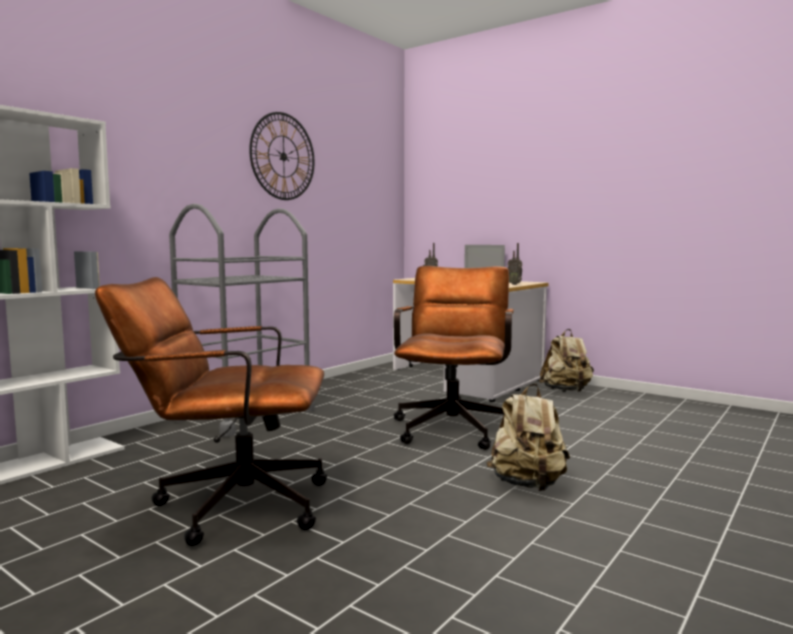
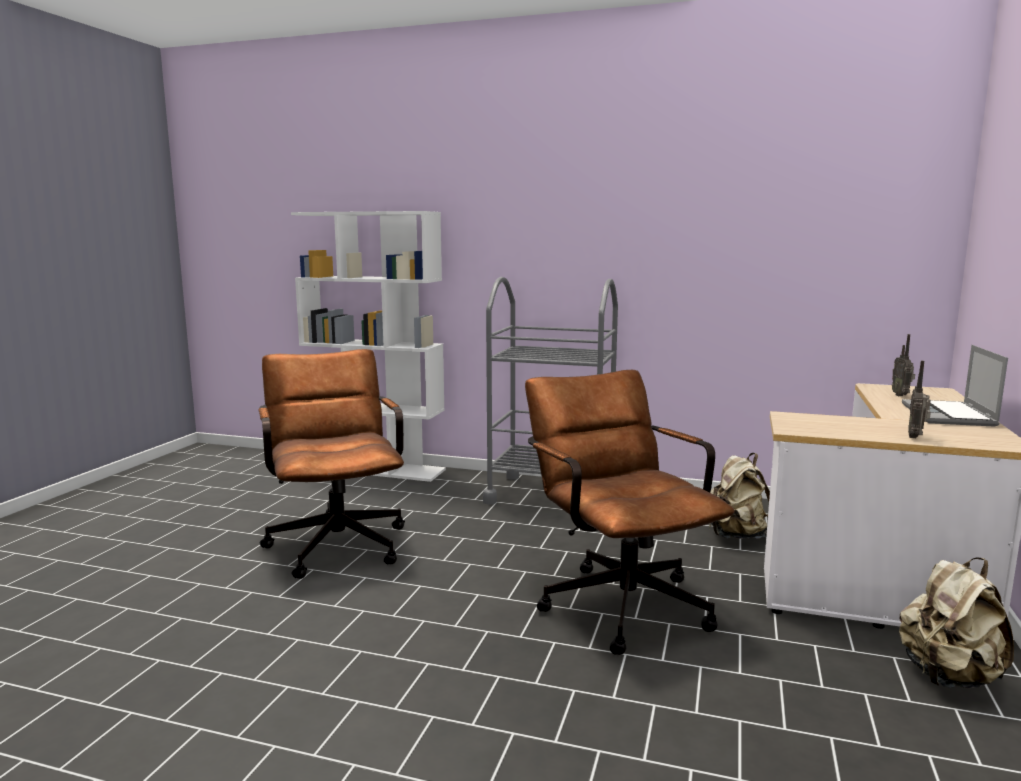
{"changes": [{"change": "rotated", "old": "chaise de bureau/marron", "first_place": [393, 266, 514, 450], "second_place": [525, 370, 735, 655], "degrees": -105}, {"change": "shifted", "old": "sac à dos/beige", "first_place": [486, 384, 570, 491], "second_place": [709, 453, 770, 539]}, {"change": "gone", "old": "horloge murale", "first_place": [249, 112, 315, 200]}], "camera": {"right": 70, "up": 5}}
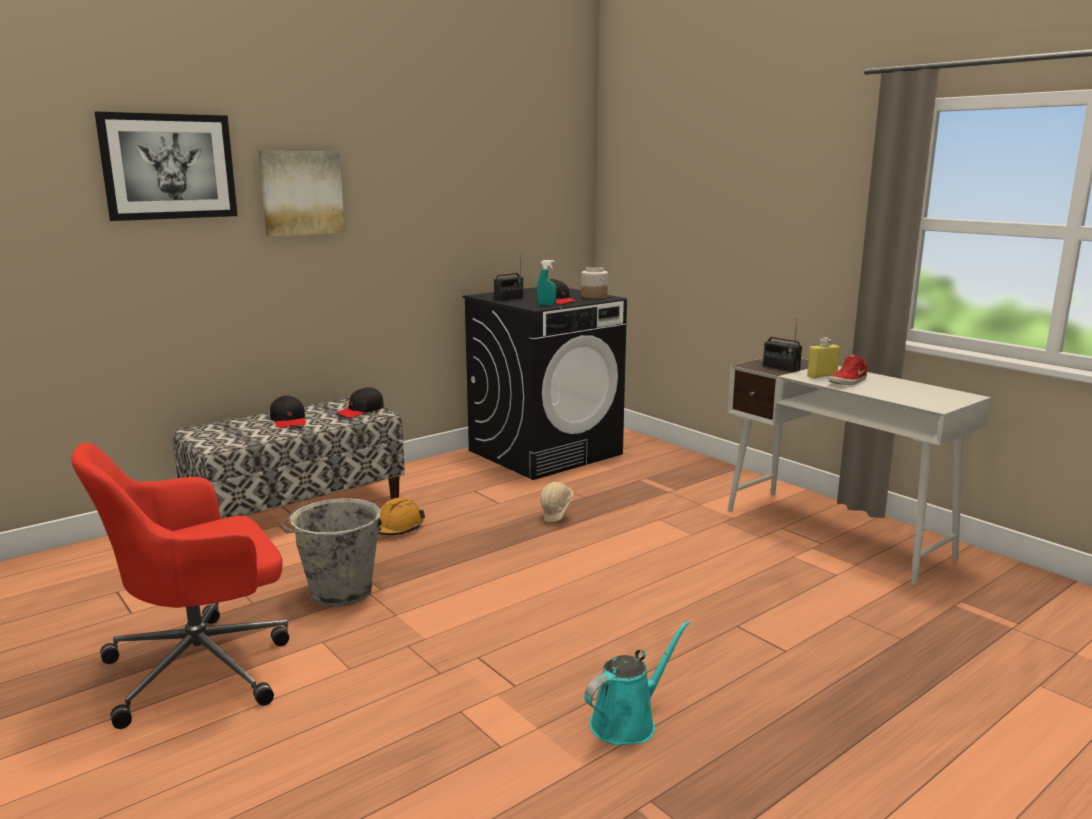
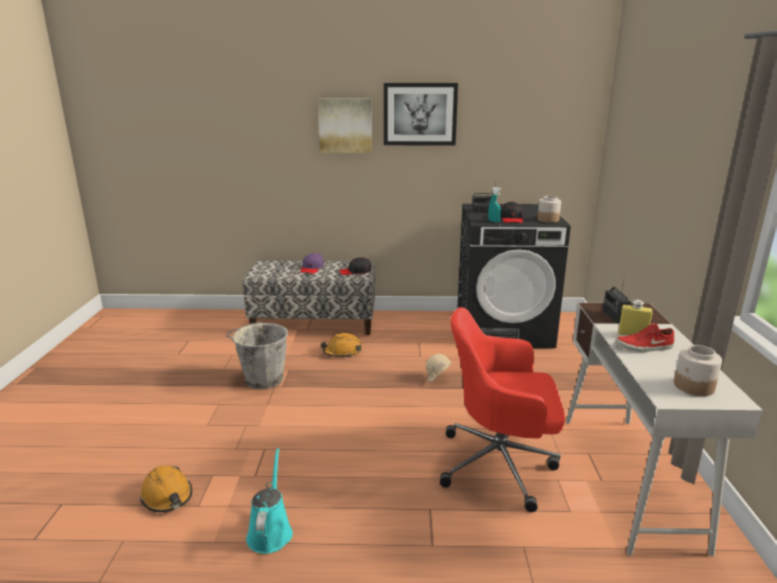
{"changes": [{"change": "new", "new": "casque de chantier/orange", "second_place": [140, 465, 192, 512]}, {"change": "rotated", "old": "arrosoir/turquoise", "first_place": [584, 621, 690, 745], "second_place": [246, 448, 293, 554], "degrees": -90}, {"change": "repainted", "old": "casquette/noir", "new": "casquette/violet", "first_place": [270, 395, 306, 428], "second_place": [300, 253, 324, 274]}, {"change": "shifted", "old": "tableau", "first_place": [95, 112, 238, 221], "second_place": [384, 83, 458, 146]}, {"change": "shifted", "old": "chaise de bureau/rouge", "first_place": [72, 443, 289, 729], "second_place": [440, 307, 565, 512]}, {"change": "new", "new": "bocal", "second_place": [674, 345, 722, 396]}], "camera": {"right": 40, "up": 5}}
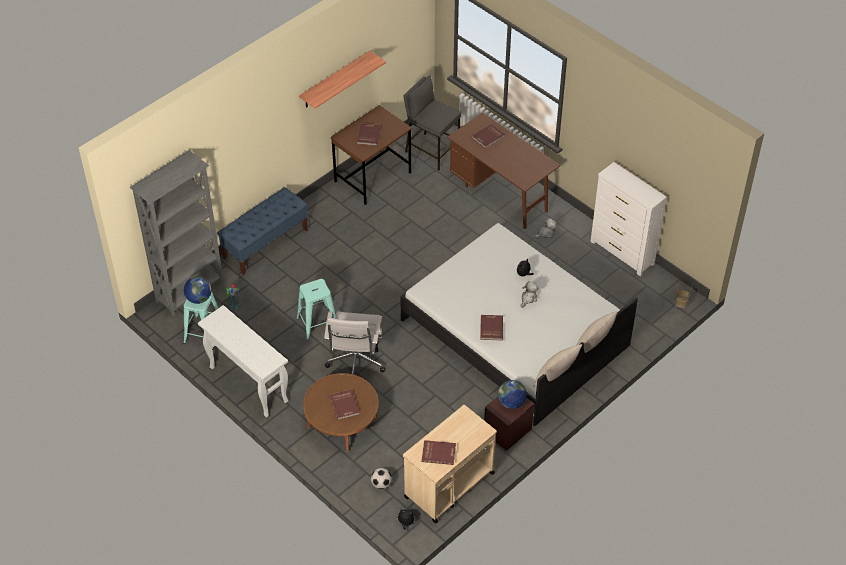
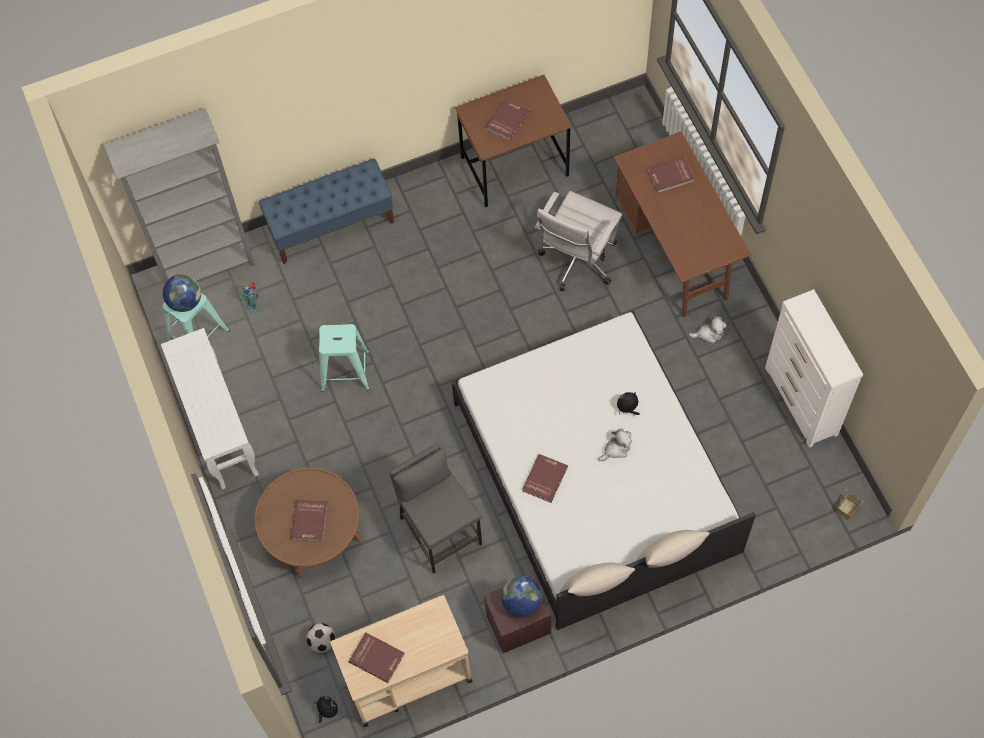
{"changes": [{"change": "shifted", "old": "tabouret/gris", "first_place": [404, 75, 462, 170], "second_place": [389, 443, 482, 573]}, {"change": "shifted", "old": "chaise de bureau/blanc", "first_place": [324, 311, 386, 375], "second_place": [535, 191, 622, 291]}, {"change": "gone", "old": "étagère", "first_place": [299, 51, 386, 109]}], "camera": {"right": 25, "up": 15}}
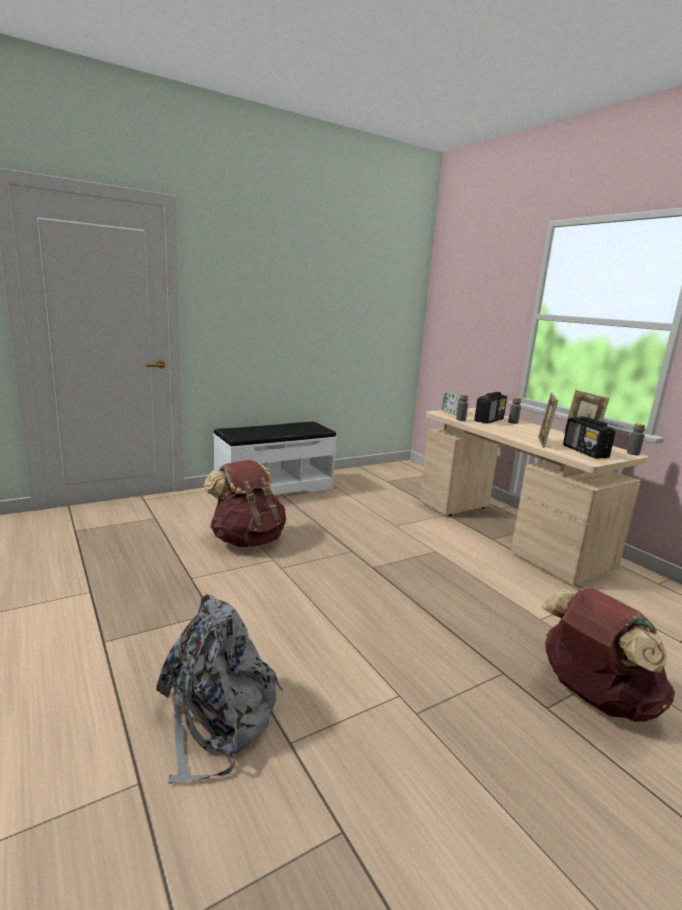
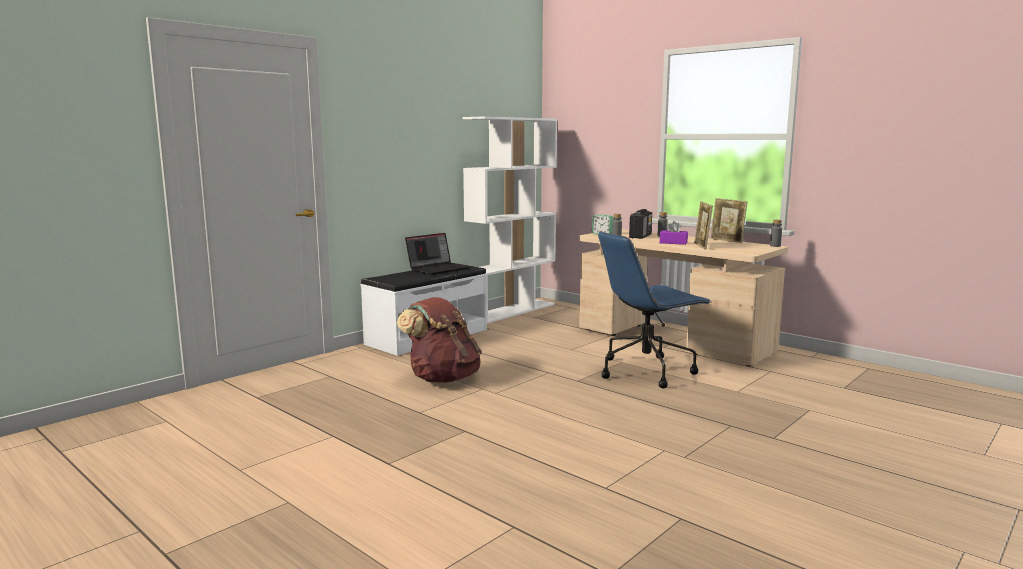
{"changes": [{"change": "new", "new": "ordinateur portable", "second_place": [405, 233, 469, 275]}, {"change": "new", "new": "bibliothèque/blanc", "second_place": [462, 116, 557, 323]}, {"change": "new", "new": "chaise de bureau/bleu", "second_place": [598, 231, 711, 389]}, {"change": "new", "new": "boîte à mouchoirs/violet", "second_place": [660, 221, 688, 245]}, {"change": "gone", "old": "sac à dos/gris", "first_place": [156, 594, 284, 784]}, {"change": "gone", "old": "sac à dos/marron", "first_place": [541, 587, 675, 722]}, {"change": "gone", "old": "radio", "first_place": [563, 416, 616, 459]}], "camera": {"right": -15, "up": -5}}
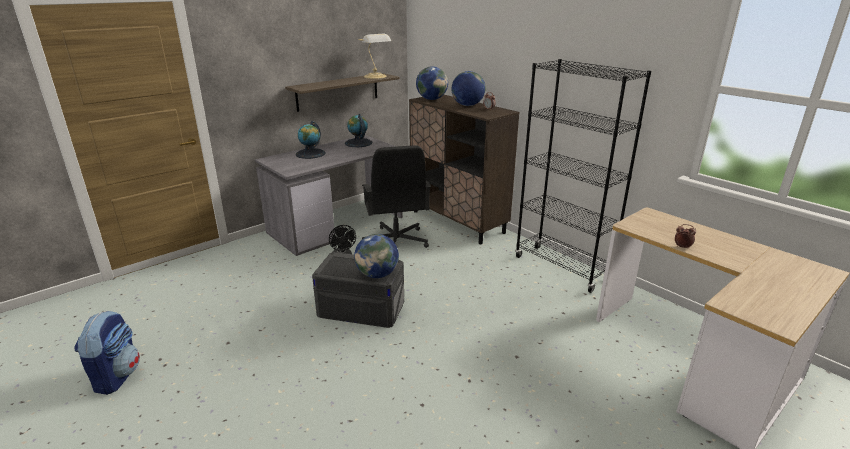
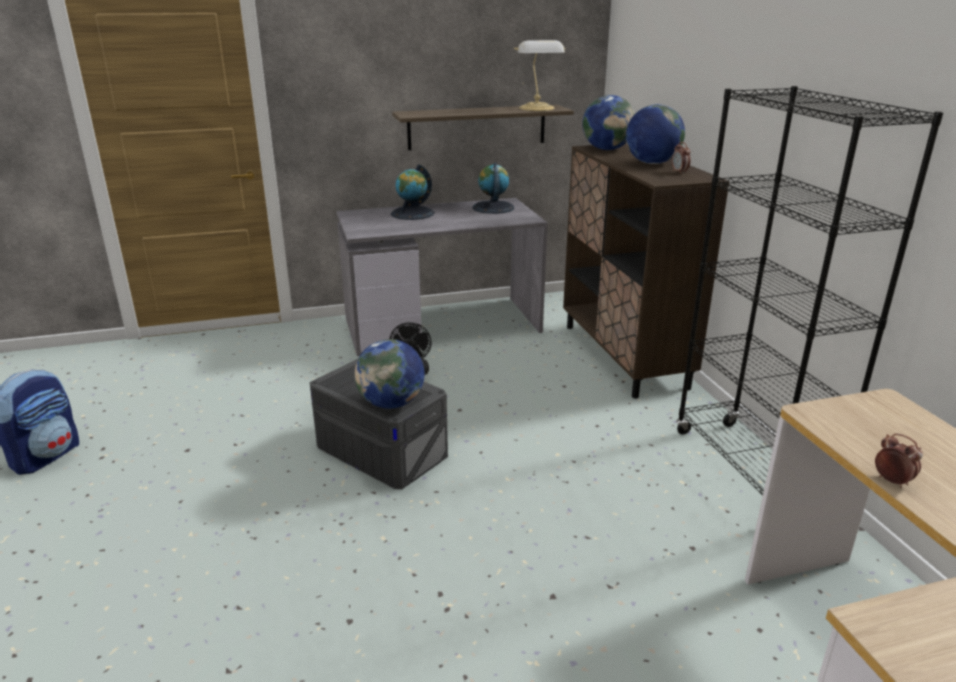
{"changes": [{"change": "gone", "old": "chaise de bureau/noir", "first_place": [362, 145, 431, 248]}], "camera": {"right": 25, "up": 0}}
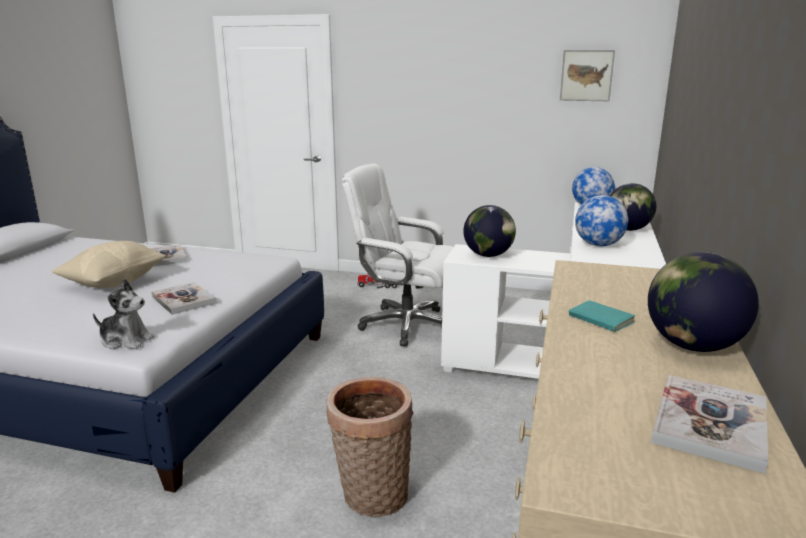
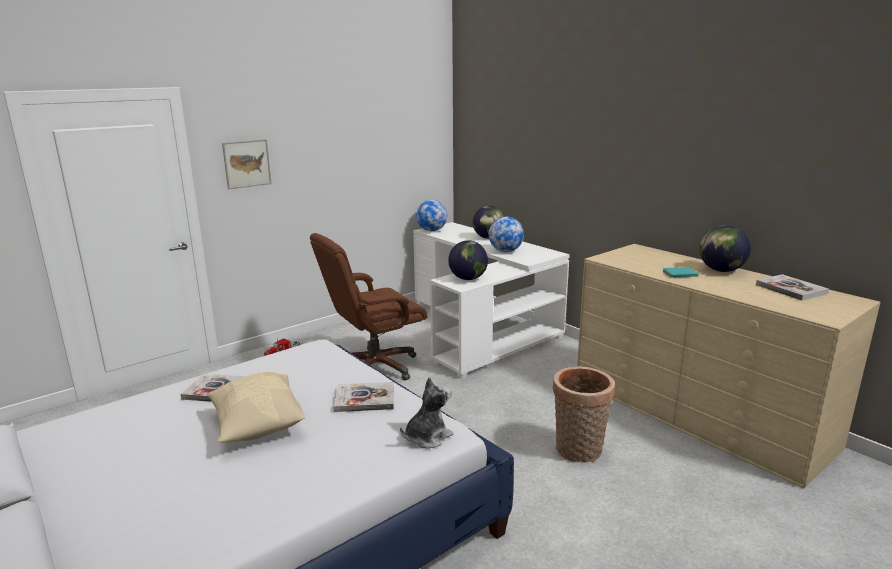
{"changes": [{"change": "shifted", "old": "tableau", "first_place": [560, 50, 615, 101], "second_place": [222, 139, 272, 189]}, {"change": "repainted", "old": "chaise de bureau/blanc", "new": "chaise de bureau/marron", "first_place": [342, 163, 454, 346], "second_place": [310, 233, 428, 380]}], "camera": {"right": -55, "up": 0}}
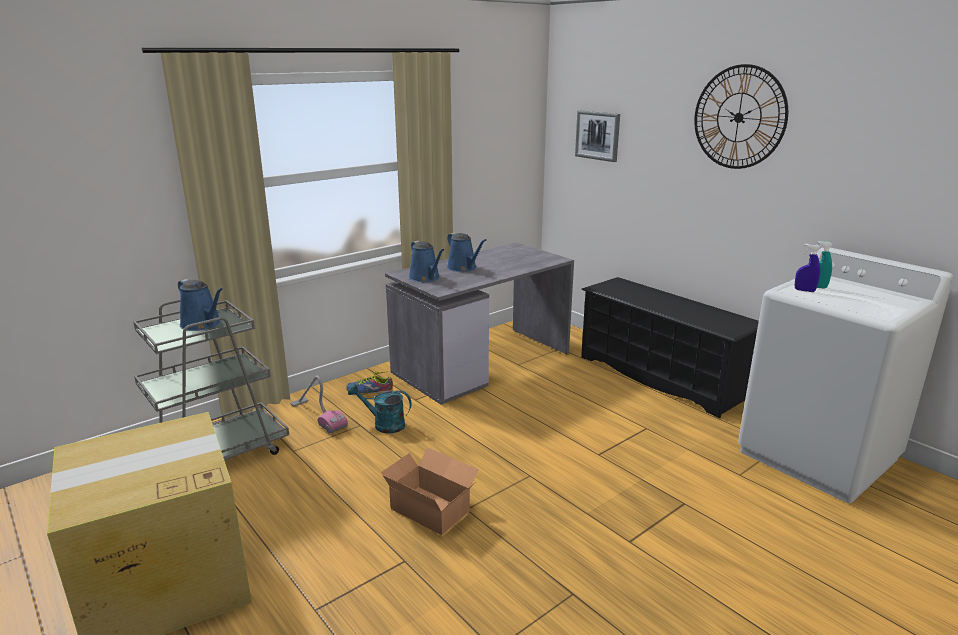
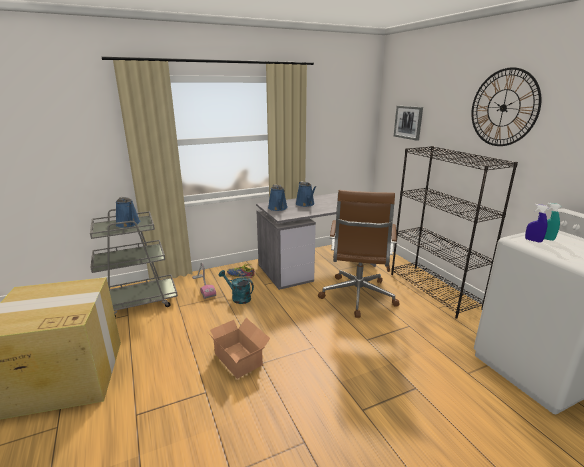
{"changes": [{"change": "new", "new": "chaise de bureau/marron", "second_place": [318, 190, 399, 318]}, {"change": "swapped", "old": "étagère à chaussures/noir", "new": "bibliothèque/noir", "first_place": [581, 277, 759, 418], "second_place": [391, 146, 518, 319]}], "camera": {"right": 15, "up": 0}}
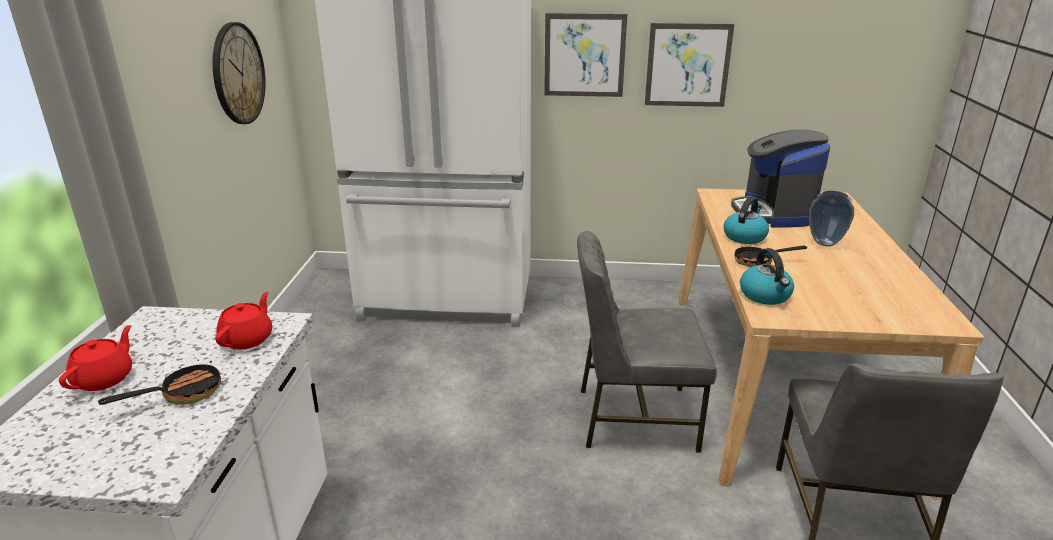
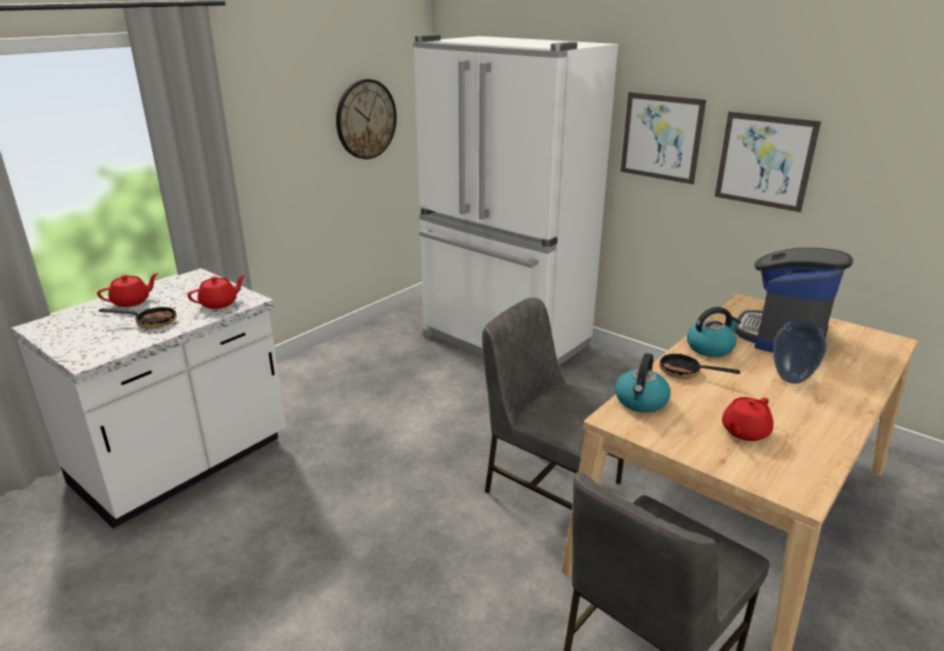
{"changes": [{"change": "new", "new": "théière/rouge", "second_place": [722, 397, 774, 441]}], "camera": {"right": 35, "up": 0}}
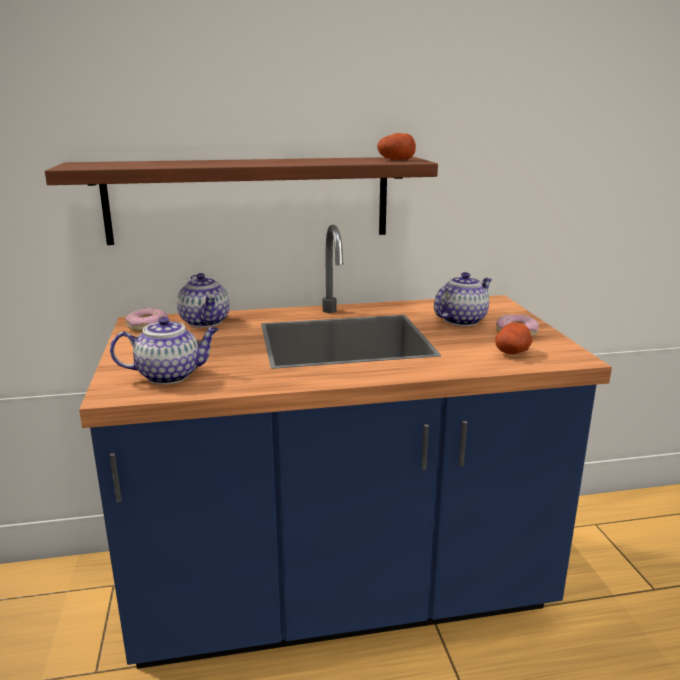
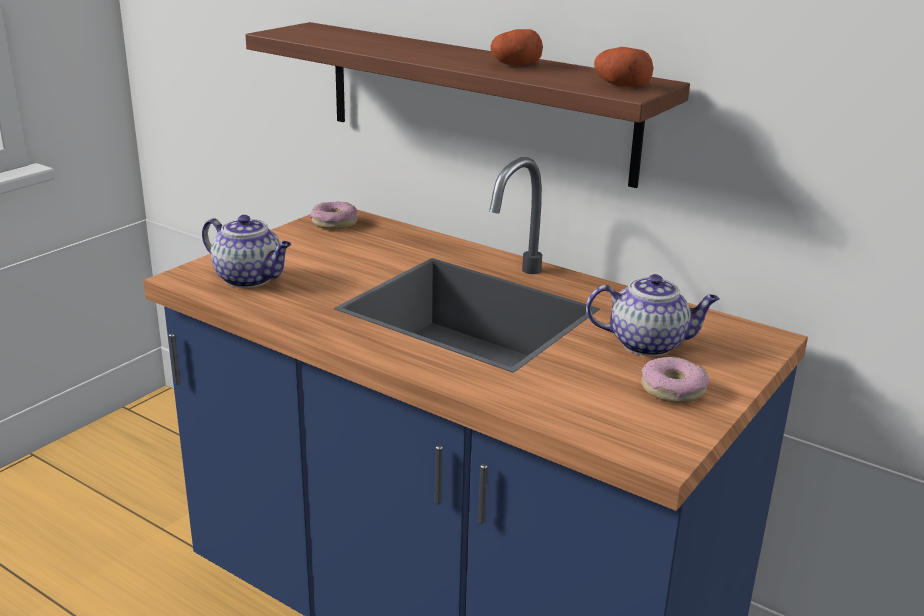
{"changes": [{"change": "shifted", "old": "pomme de terre", "first_place": [495, 322, 532, 354], "second_place": [491, 29, 543, 66]}, {"change": "gone", "old": "théière", "first_place": [177, 273, 230, 327]}], "camera": {"right": 45, "up": 5}}
